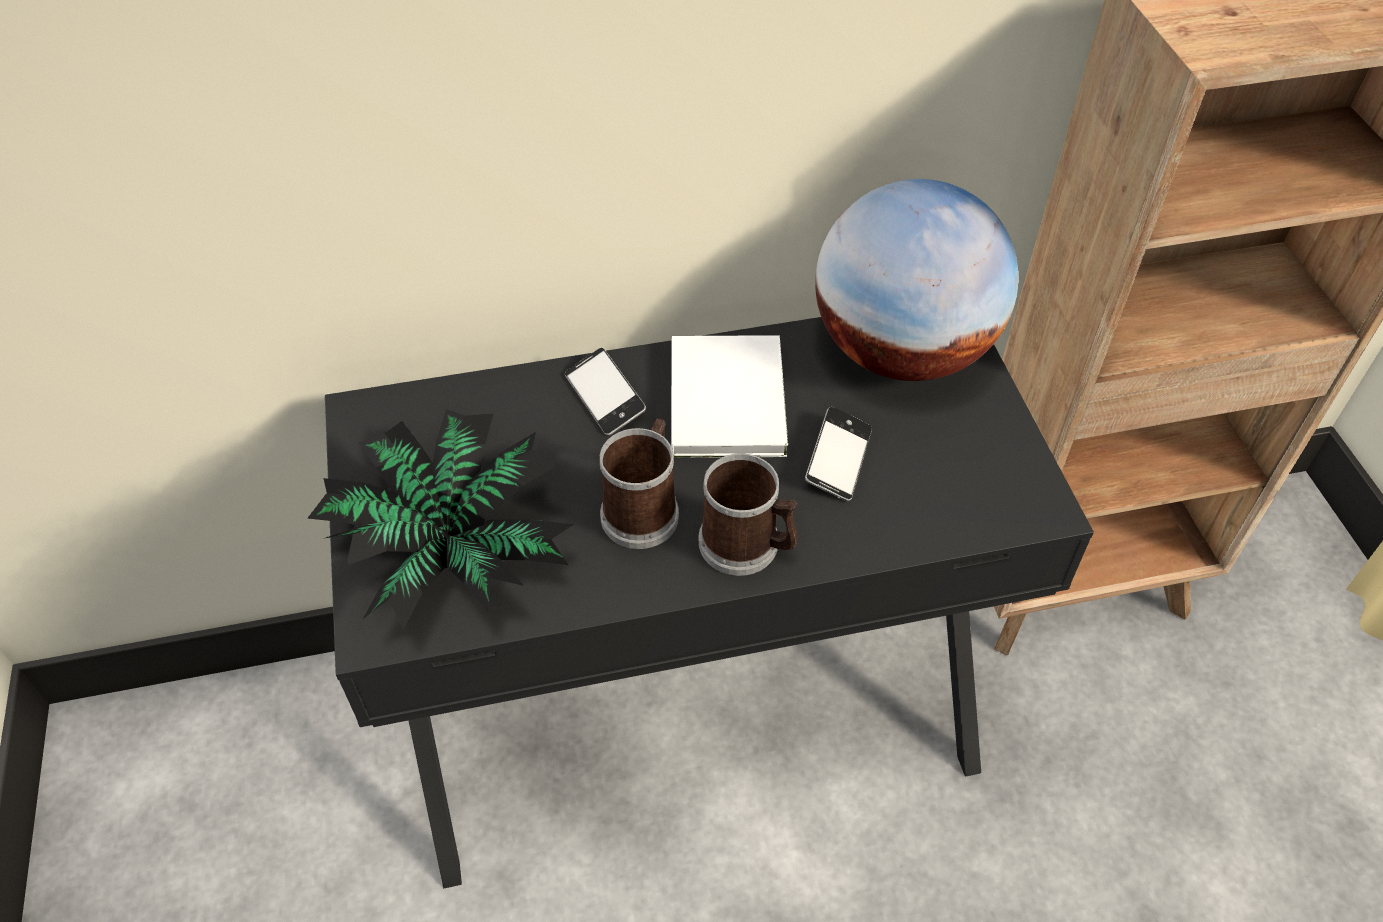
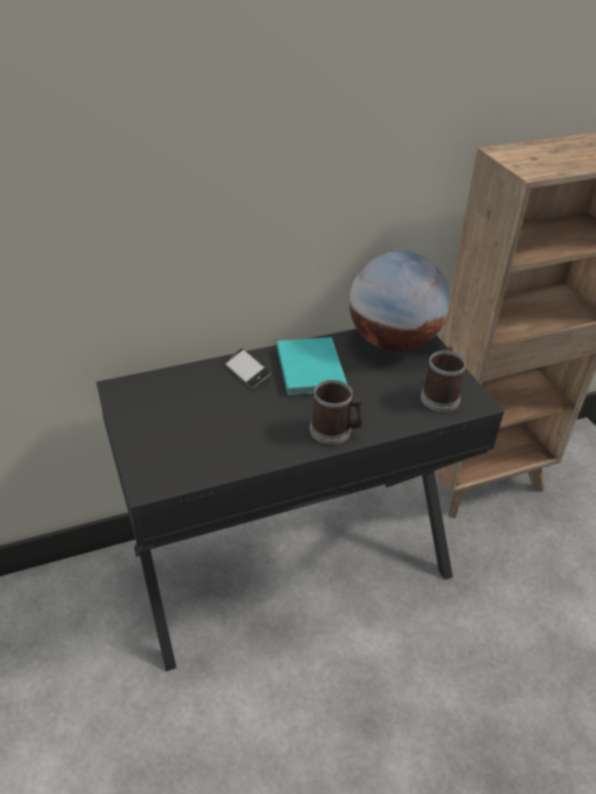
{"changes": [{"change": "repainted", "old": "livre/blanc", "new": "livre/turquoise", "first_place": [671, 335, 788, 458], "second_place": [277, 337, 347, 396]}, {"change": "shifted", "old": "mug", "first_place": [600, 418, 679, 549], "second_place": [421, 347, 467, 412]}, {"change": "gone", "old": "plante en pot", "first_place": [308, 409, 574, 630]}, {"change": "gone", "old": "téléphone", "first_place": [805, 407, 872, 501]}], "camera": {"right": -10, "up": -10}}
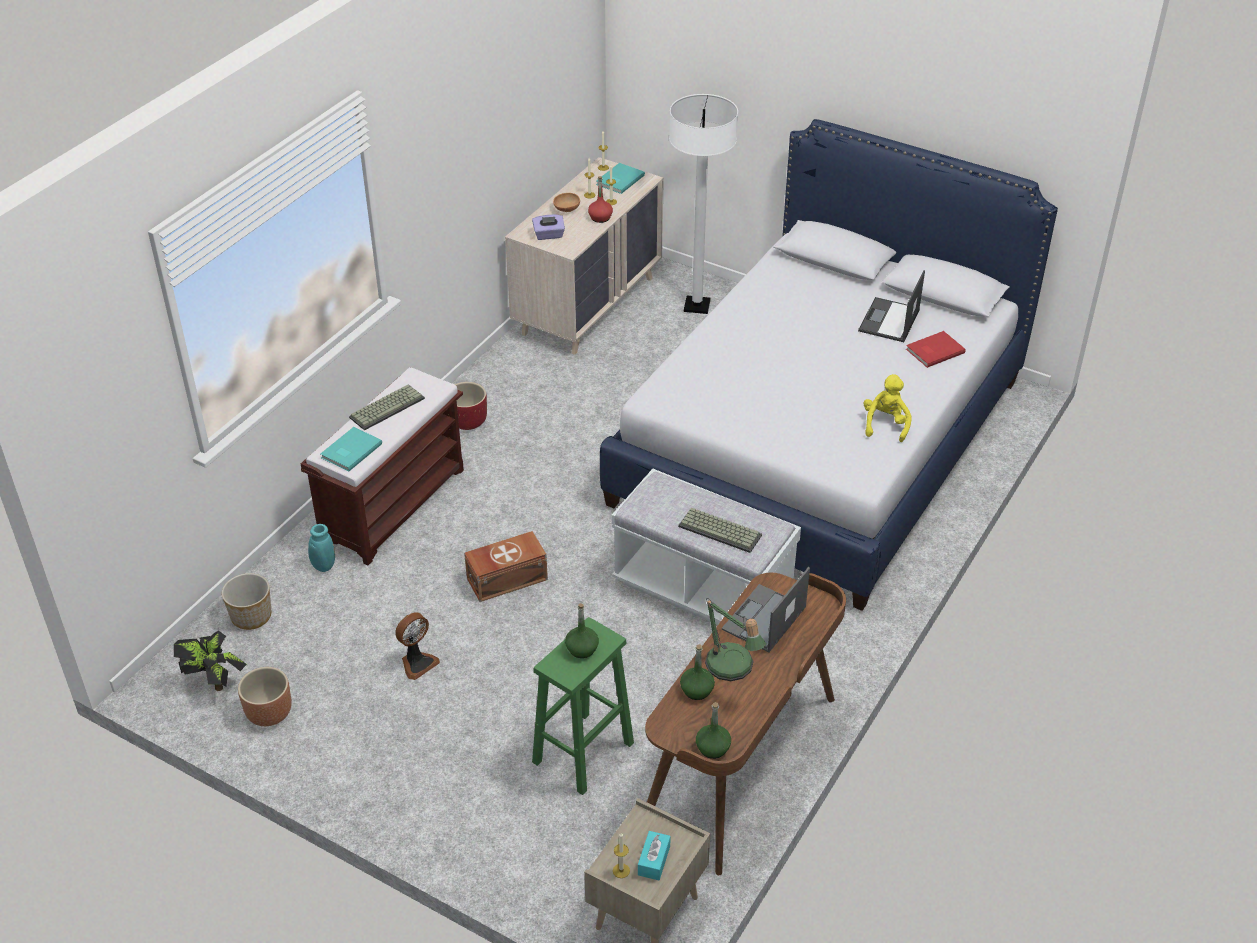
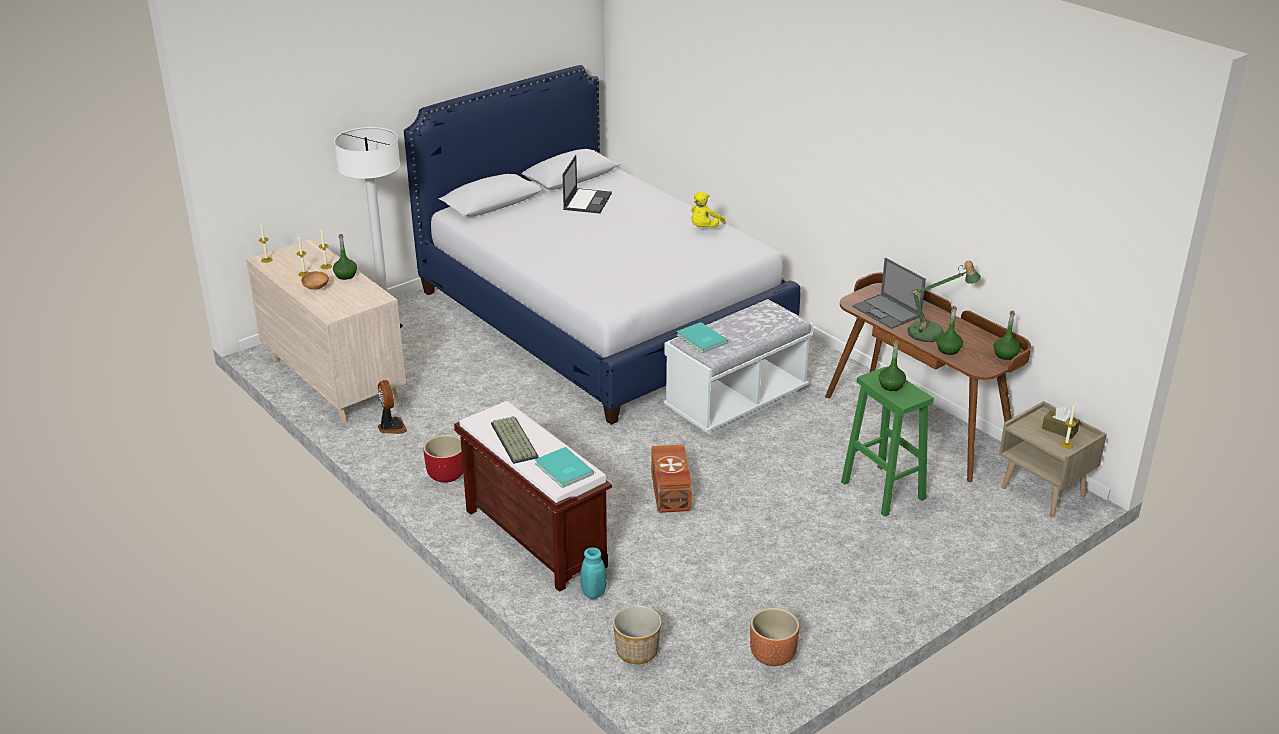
{"changes": [{"change": "repainted", "old": "bouteille/rouge", "new": "bouteille/vert", "first_place": [588, 176, 613, 223], "second_place": [333, 234, 357, 280]}, {"change": "shifted", "old": "ventilateur", "first_place": [395, 612, 440, 680], "second_place": [378, 380, 407, 434]}, {"change": "rotated", "old": "ordinateur portable", "first_place": [858, 270, 925, 342], "second_place": [563, 155, 612, 213], "degrees": -120}, {"change": "shifted", "old": "livre/turquoise", "first_place": [596, 163, 645, 194], "second_place": [676, 322, 728, 353]}, {"change": "rotated", "old": "peluche/jaune", "first_place": [864, 374, 912, 442], "second_place": [691, 191, 726, 228], "degrees": -90}, {"change": "repainted", "old": "boîte à mouchoirs/turquoise", "new": "boîte à mouchoirs/marron", "first_place": [638, 831, 671, 880], "second_place": [1042, 407, 1080, 439]}, {"change": "gone", "old": "plante en pot", "first_place": [174, 631, 247, 691]}, {"change": "gone", "old": "boîte à mouchoirs/violet", "first_place": [532, 215, 565, 240]}, {"change": "gone", "old": "clavier", "first_place": [678, 508, 762, 553]}, {"change": "gone", "old": "livre/rouge", "first_place": [906, 331, 966, 368]}], "camera": {"right": -70, "up": -10}}
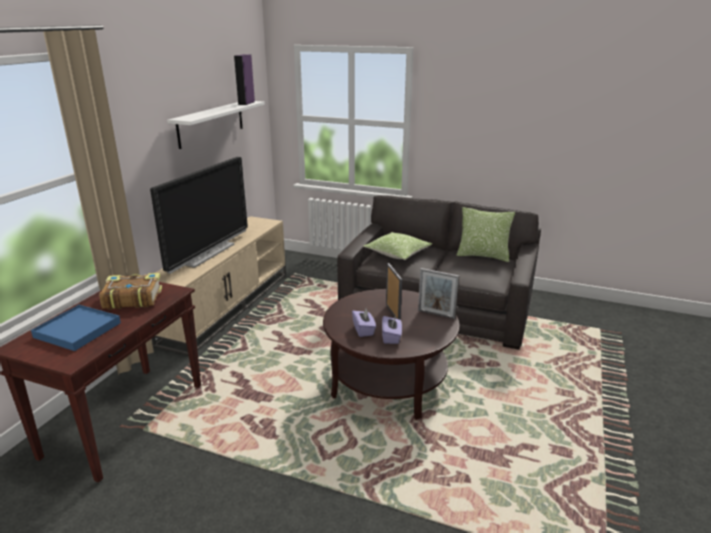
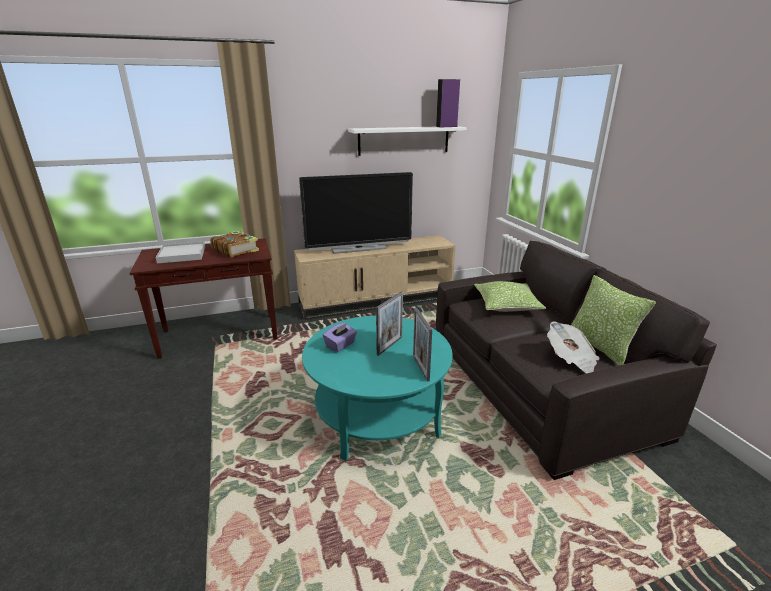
{"changes": [{"change": "repainted", "old": "plateau/bleu", "new": "plateau/blanc", "first_place": [31, 305, 121, 351], "second_place": [156, 242, 205, 263]}, {"change": "repainted", "old": "table basse/marron", "new": "table basse/turquoise", "first_place": [323, 289, 460, 420], "second_place": [302, 316, 453, 461]}, {"change": "new", "new": "journal", "second_place": [547, 321, 599, 373]}, {"change": "gone", "old": "boîte à mouchoirs/violet", "first_place": [382, 315, 402, 344]}], "camera": {"right": 50, "up": 0}}
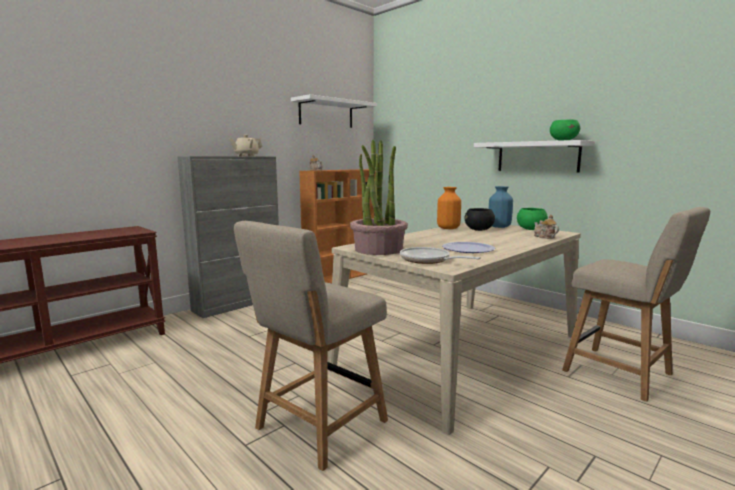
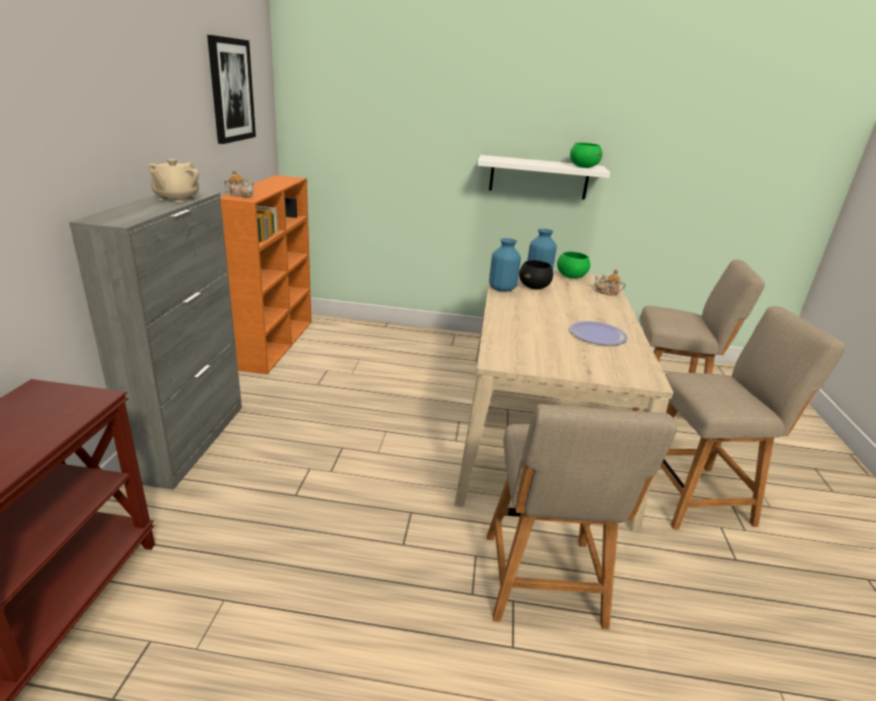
{"changes": [{"change": "swapped", "old": "étagère/blanc", "new": "tableau", "first_place": [291, 94, 377, 128], "second_place": [207, 35, 256, 144]}, {"change": "repainted", "old": "vase/orange", "new": "vase/bleu", "first_place": [437, 187, 461, 229], "second_place": [489, 238, 521, 292]}, {"change": "new", "new": "chaise/beige", "second_place": [660, 306, 845, 530]}, {"change": "gone", "old": "plante en pot", "first_place": [350, 140, 408, 255]}, {"change": "gone", "old": "poêle", "first_place": [400, 247, 481, 264]}], "camera": {"right": -40, "up": 15}}
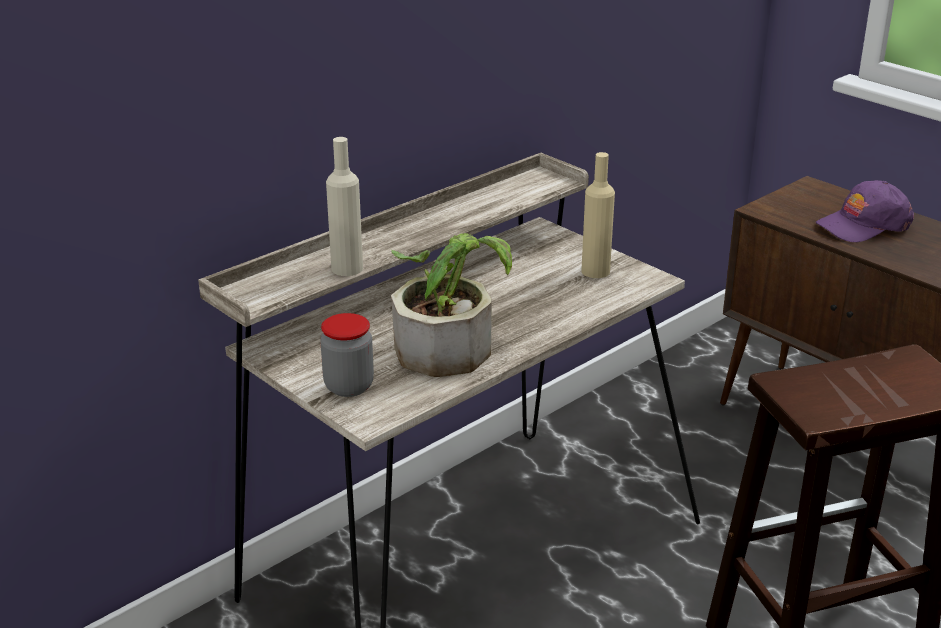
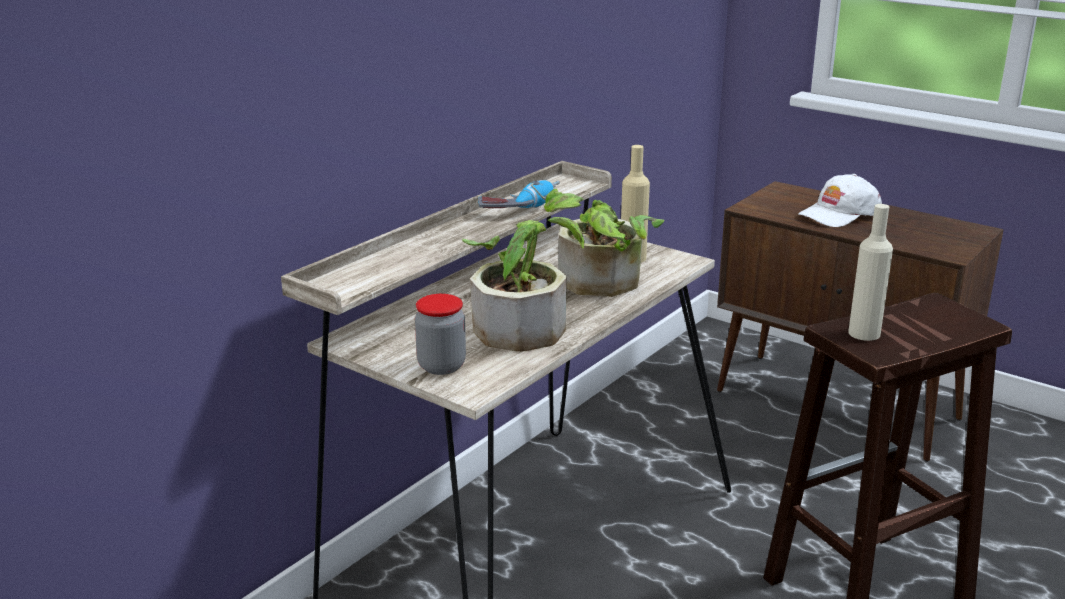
{"changes": [{"change": "new", "new": "perceuse", "second_place": [478, 180, 560, 208]}, {"change": "new", "new": "plante en pot", "second_place": [544, 189, 665, 297]}, {"change": "repainted", "old": "casquette/violet", "new": "casquette/blanc", "first_place": [816, 180, 914, 242], "second_place": [798, 174, 882, 227]}, {"change": "shifted", "old": "bouteille/beige", "first_place": [326, 137, 363, 276], "second_place": [848, 204, 893, 341]}], "camera": {"right": -10, "up": -5}}
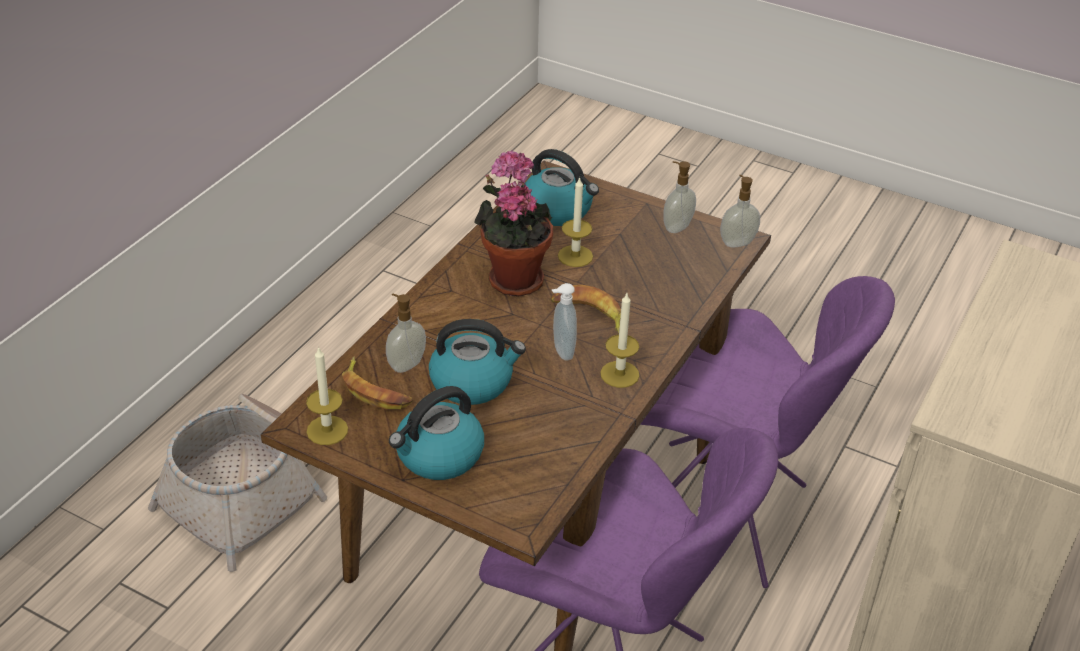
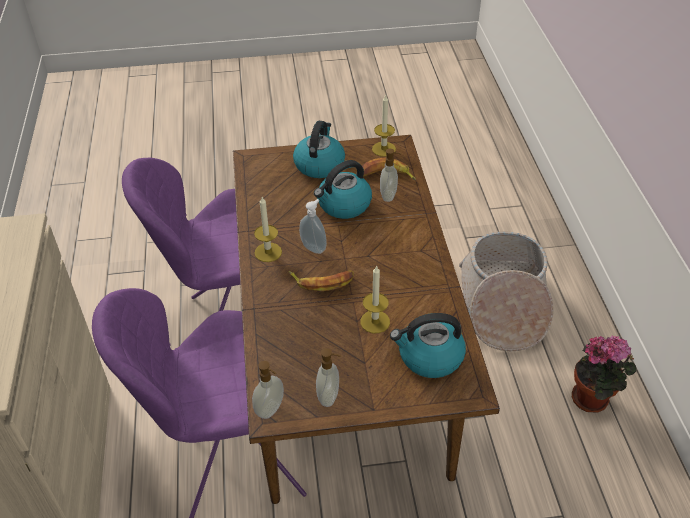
{"changes": [{"change": "shifted", "old": "plante en pot", "first_place": [474, 150, 553, 297], "second_place": [572, 335, 637, 413]}], "camera": {"right": 145, "up": 5}}
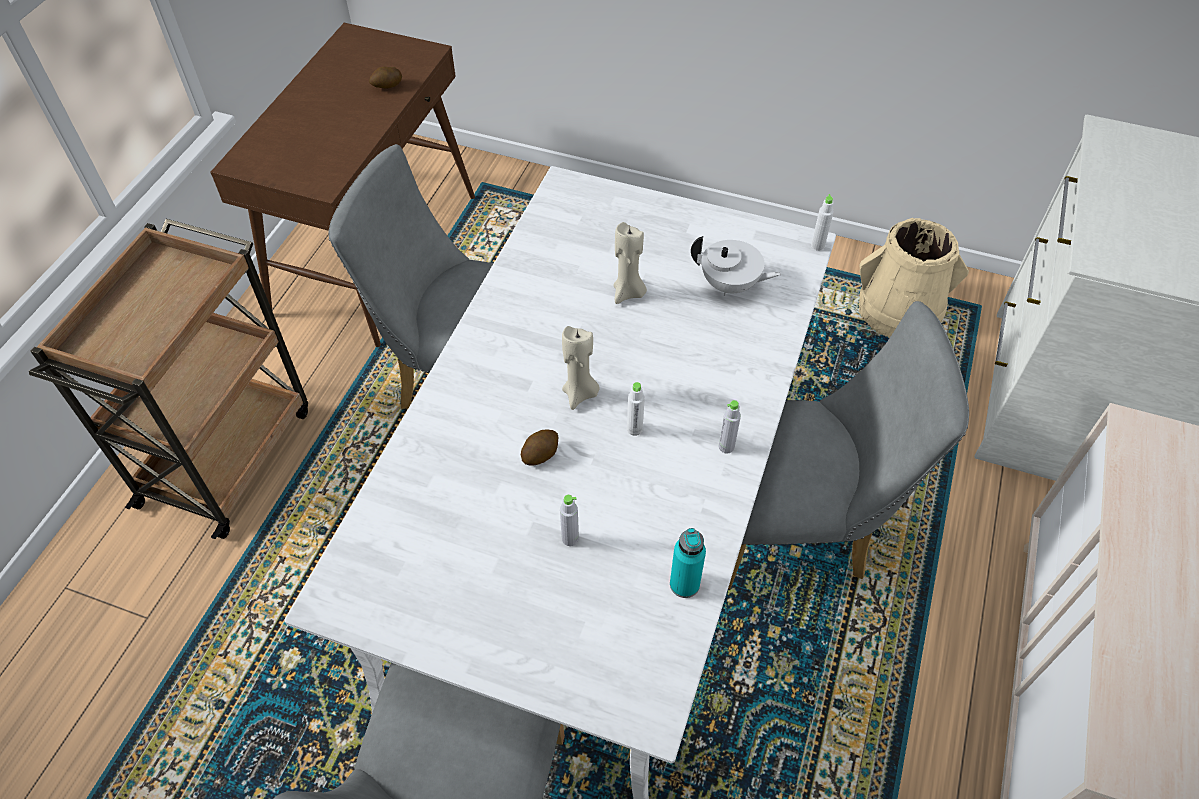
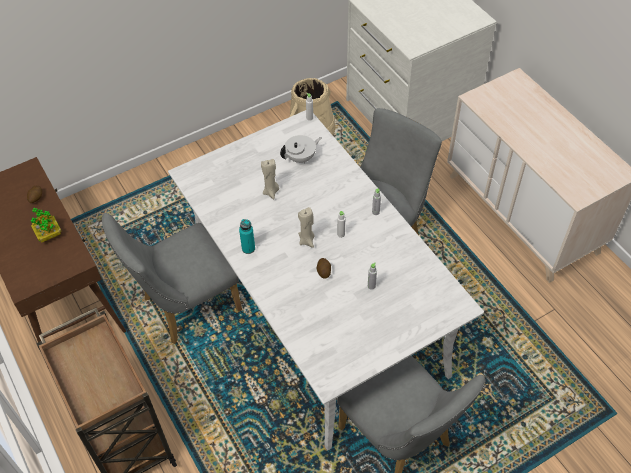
{"changes": [{"change": "new", "new": "plante en pot", "second_place": [31, 208, 62, 243]}, {"change": "shifted", "old": "bouteille/turquoise", "first_place": [670, 528, 706, 598], "second_place": [239, 219, 255, 254]}], "camera": {"right": -50, "up": 0}}
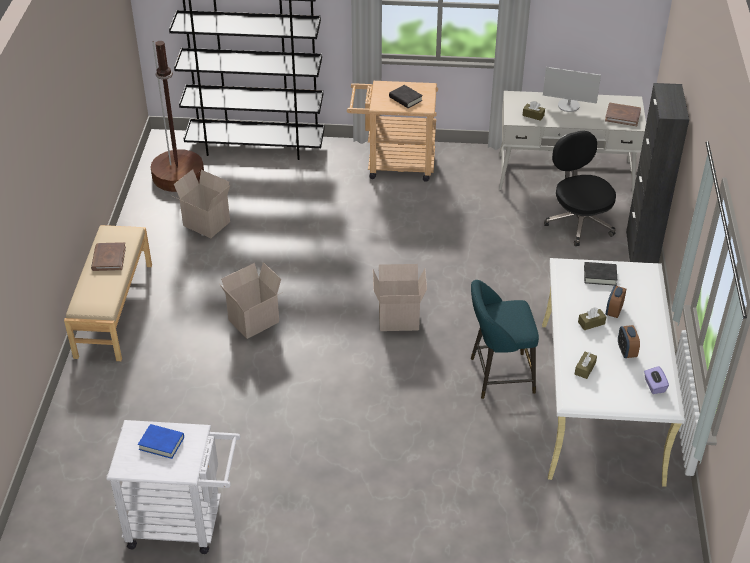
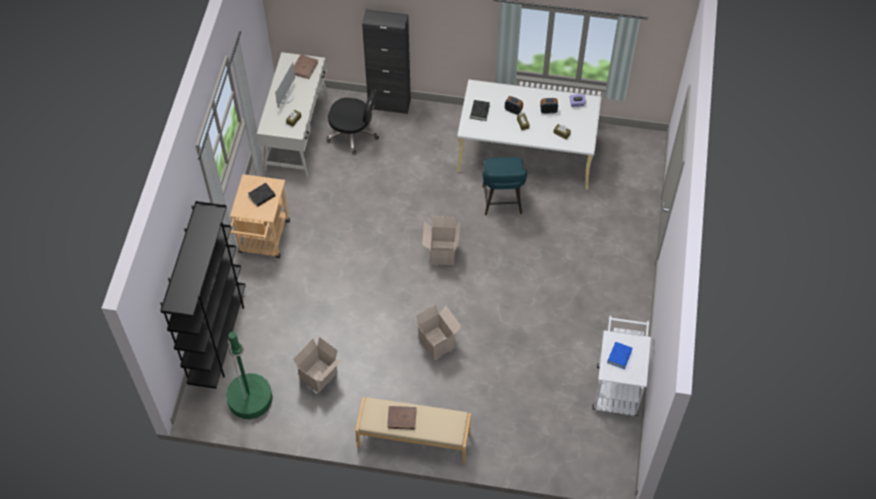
{"changes": [{"change": "repainted", "old": "lampadaire/marron", "new": "lampadaire/vert", "first_place": [150, 41, 204, 192], "second_place": [226, 332, 273, 419]}, {"change": "rotated", "old": "chaise de bureau/noir", "first_place": [544, 131, 616, 246], "second_place": [326, 88, 379, 155], "degrees": -150}], "camera": {"right": -85, "up": 15}}
